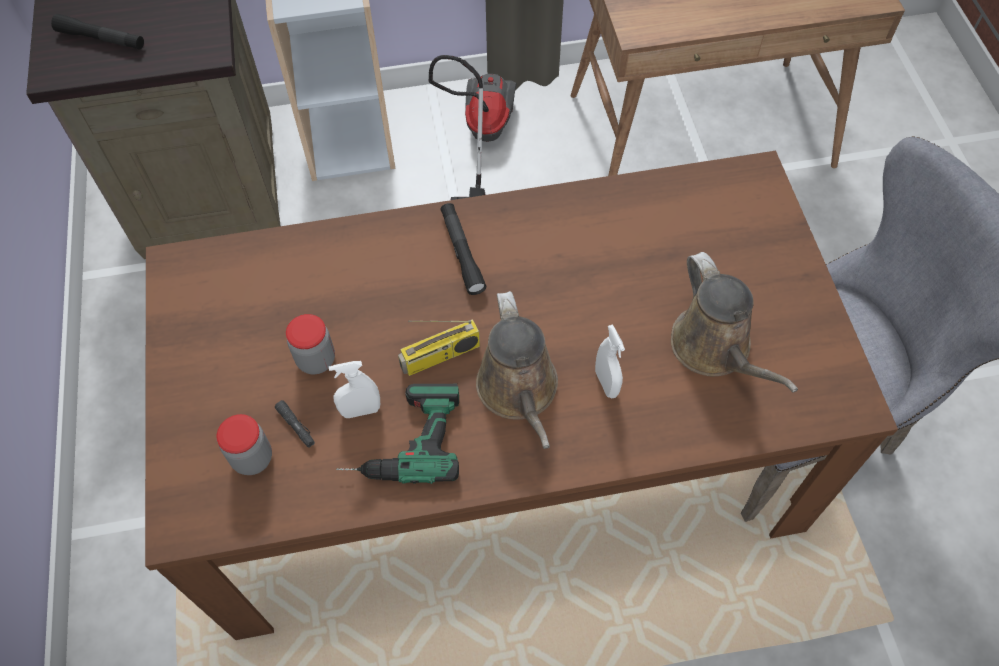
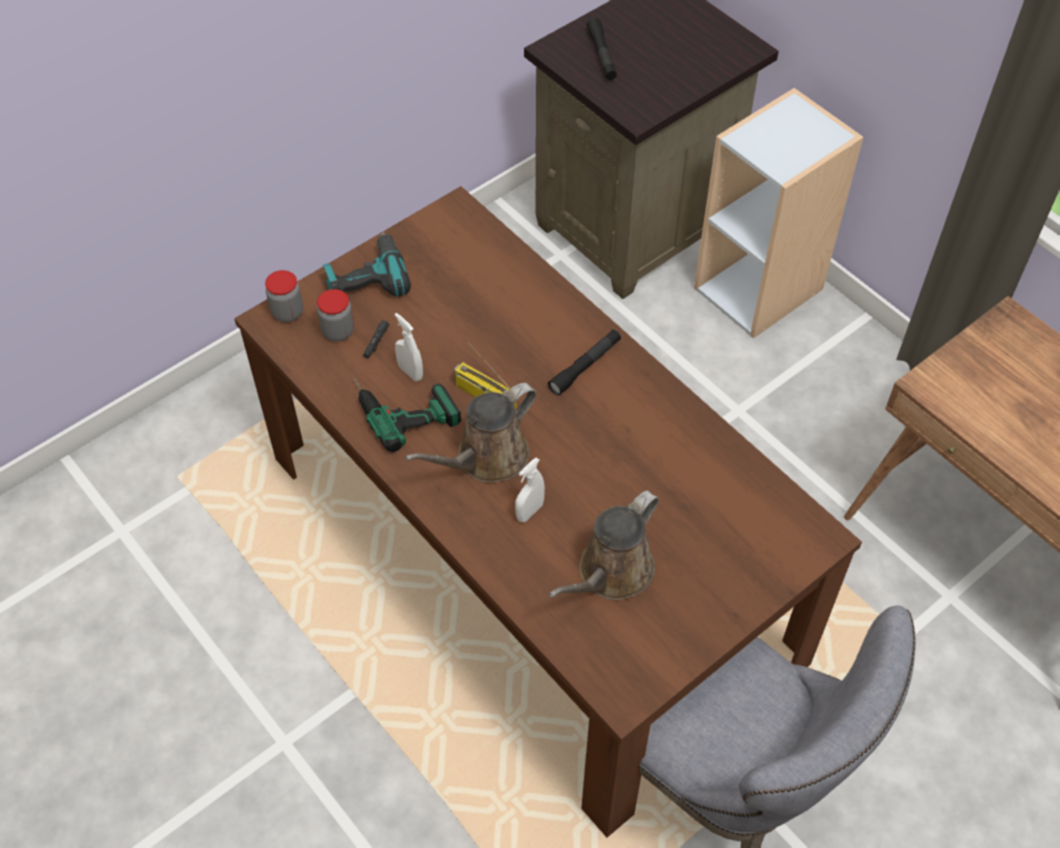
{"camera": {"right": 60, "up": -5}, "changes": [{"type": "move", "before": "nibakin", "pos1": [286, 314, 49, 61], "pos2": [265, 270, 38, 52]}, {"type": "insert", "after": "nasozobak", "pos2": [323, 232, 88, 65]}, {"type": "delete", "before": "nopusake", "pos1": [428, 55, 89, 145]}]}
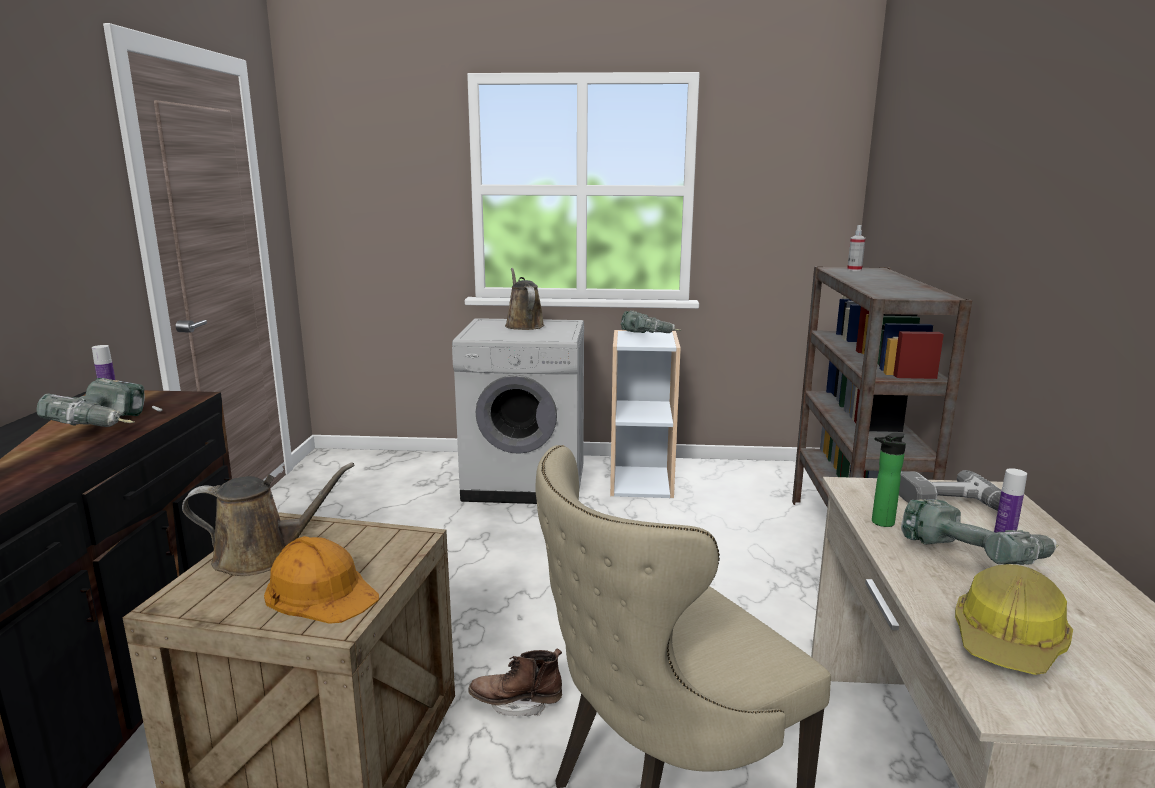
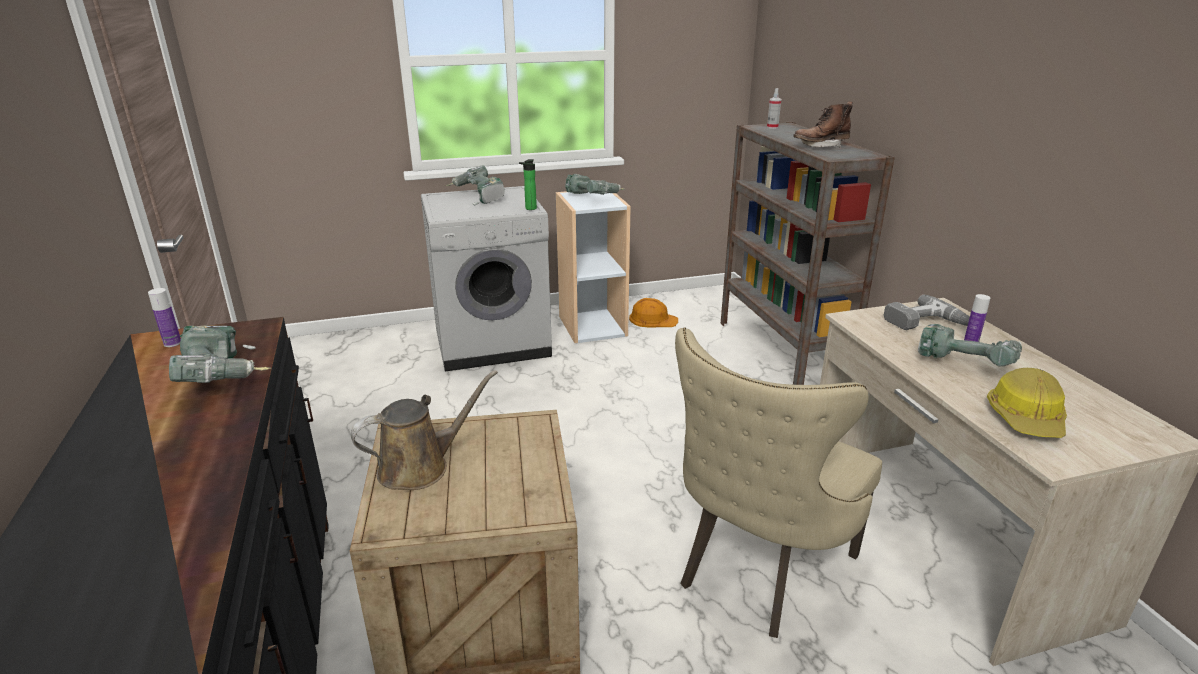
{"camera": {"right": -20, "up": 10}, "changes": [{"type": "replace", "before": "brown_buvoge", "after": "nasozobak", "pos1": [505, 268, 40, 62], "pos2": [446, 165, 59, 40]}, {"type": "move", "before": "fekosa", "pos1": [872, 433, 34, 94], "pos2": [519, 159, 18, 51]}, {"type": "move", "before": "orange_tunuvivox", "pos1": [264, 536, 115, 88], "pos2": [629, 298, 49, 30]}, {"type": "move", "before": "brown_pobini", "pos1": [469, 649, 93, 67], "pos2": [793, 102, 60, 46]}]}
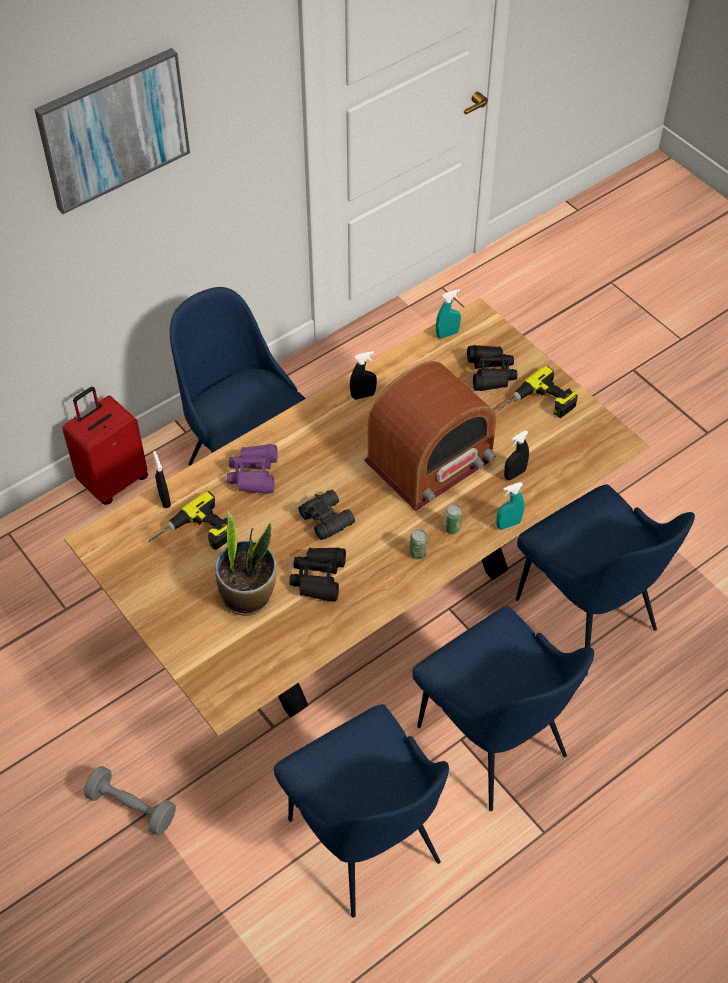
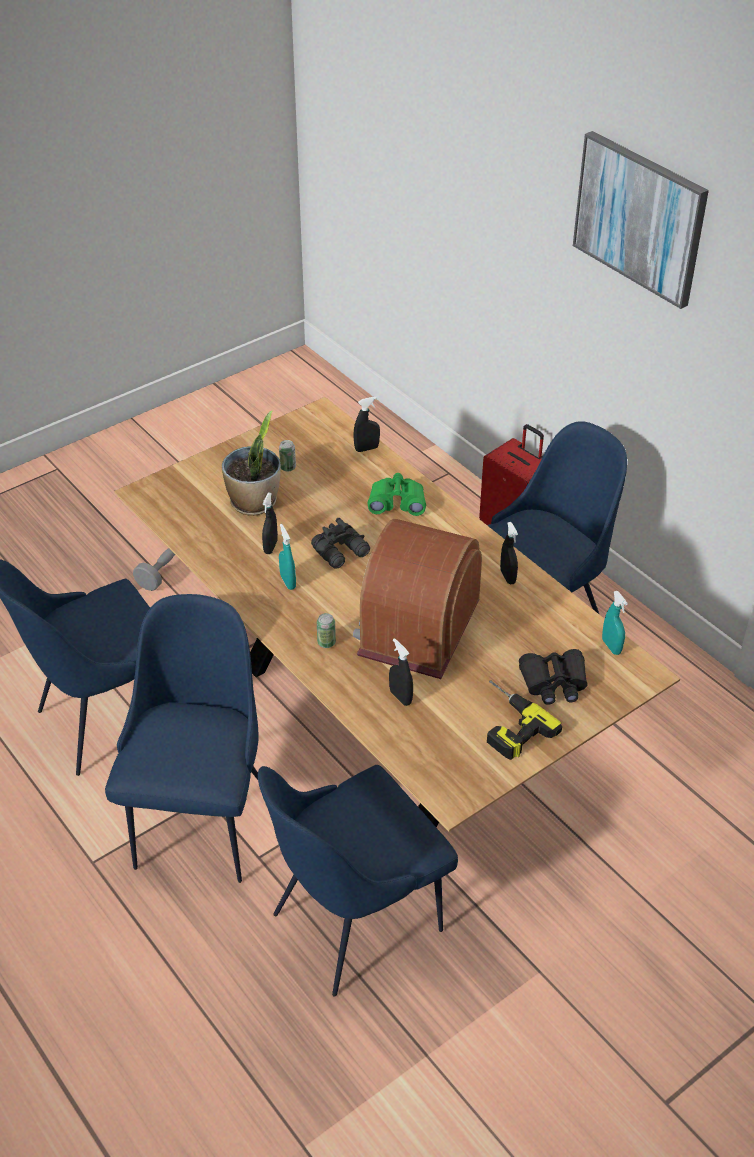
{"camera": {"right": 90, "up": -10}, "changes": [{"type": "rotate", "before": "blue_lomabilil", "pos1": [412, 606, 182, 205], "pos2": [105, 594, 153, 289], "turn": 135}, {"type": "replace", "before": "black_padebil", "after": "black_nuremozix", "pos1": [289, 547, 57, 55], "pos2": [262, 492, 16, 62]}, {"type": "move", "before": "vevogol", "pos1": [410, 529, 18, 31], "pos2": [279, 440, 17, 32]}, {"type": "move", "before": "turquoise_nuremozix", "pos1": [496, 482, 28, 48], "pos2": [279, 524, 17, 66]}, {"type": "rotate", "before": "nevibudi", "pos1": [364, 361, 132, 150], "pos2": [353, 519, 129, 160], "turn": 60}, {"type": "recolor", "before": "purple_padebil", "after": "green_padebil", "pos1": [227, 444, 51, 50], "pos2": [367, 473, 59, 43]}, {"type": "delete", "before": "nasozobak", "pos1": [148, 492, 80, 58]}]}
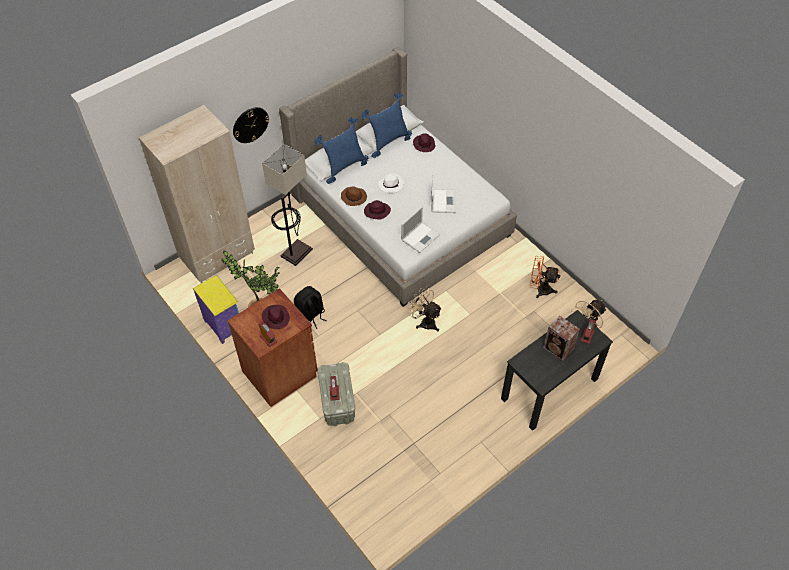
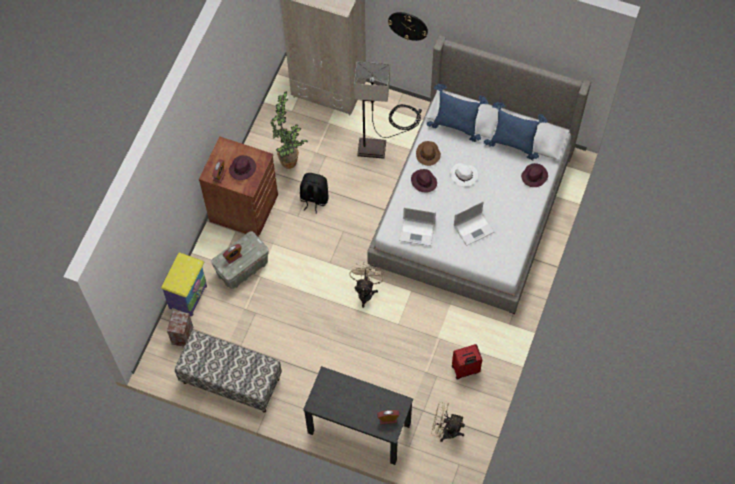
{"camera": {"right": 60, "up": 10}, "changes": [{"type": "move", "before": "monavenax", "pos1": [193, 275, 46, 69], "pos2": [161, 252, 46, 64]}, {"type": "move", "before": "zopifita", "pos1": [543, 315, 37, 46], "pos2": [167, 311, 26, 35]}, {"type": "insert", "after": "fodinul", "pos2": [175, 331, 107, 82]}, {"type": "replace", "before": "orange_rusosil", "after": "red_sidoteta", "pos1": [530, 256, 30, 42], "pos2": [452, 344, 30, 35]}]}
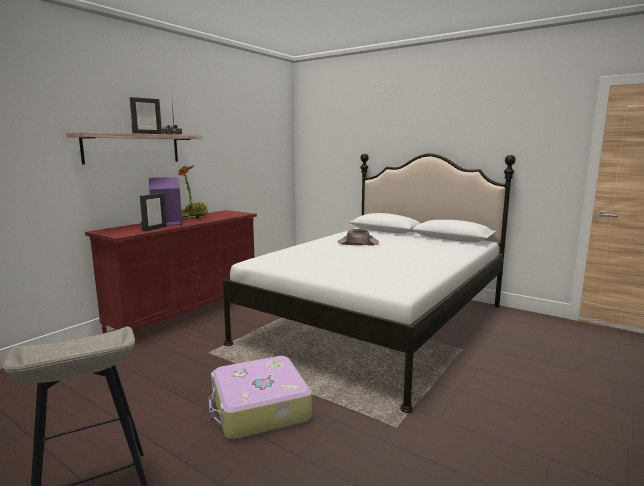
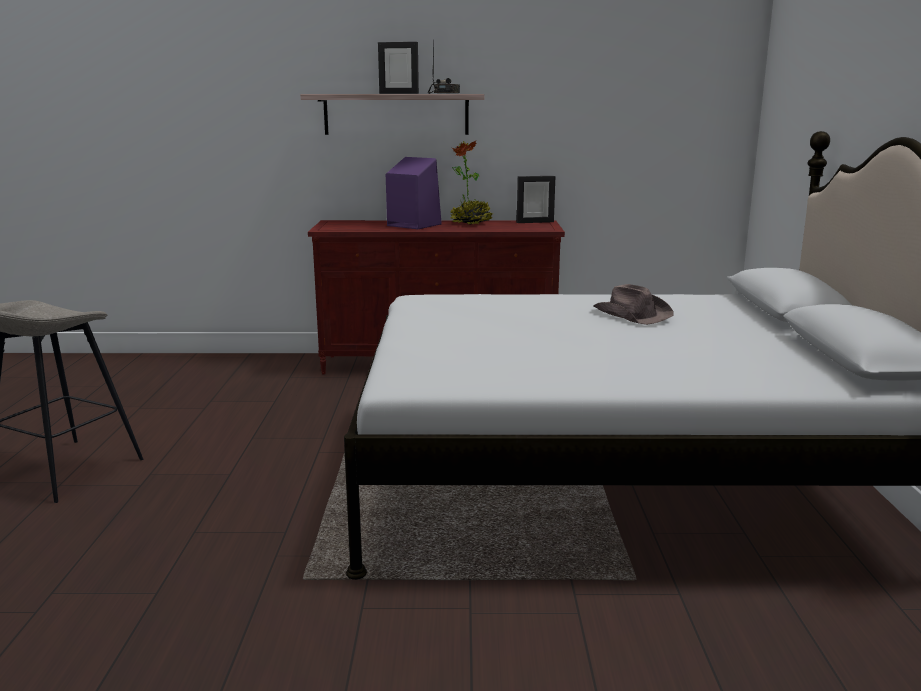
{"camera": {"right": 55, "up": 5}, "changes": [{"type": "move", "before": "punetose", "pos1": [140, 193, 27, 38], "pos2": [516, 176, 39, 47]}, {"type": "delete", "before": "sidoteta", "pos1": [209, 356, 103, 83]}]}
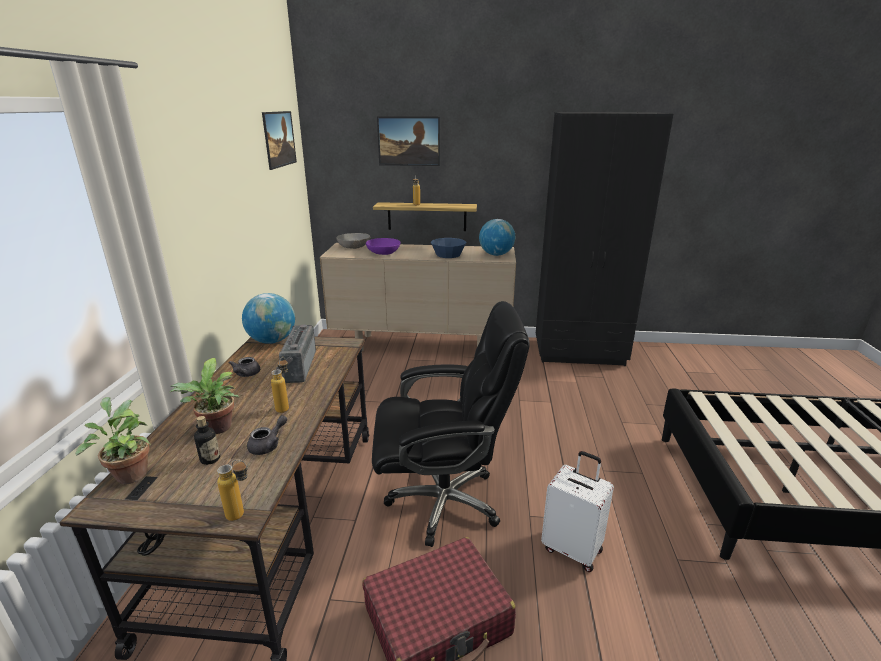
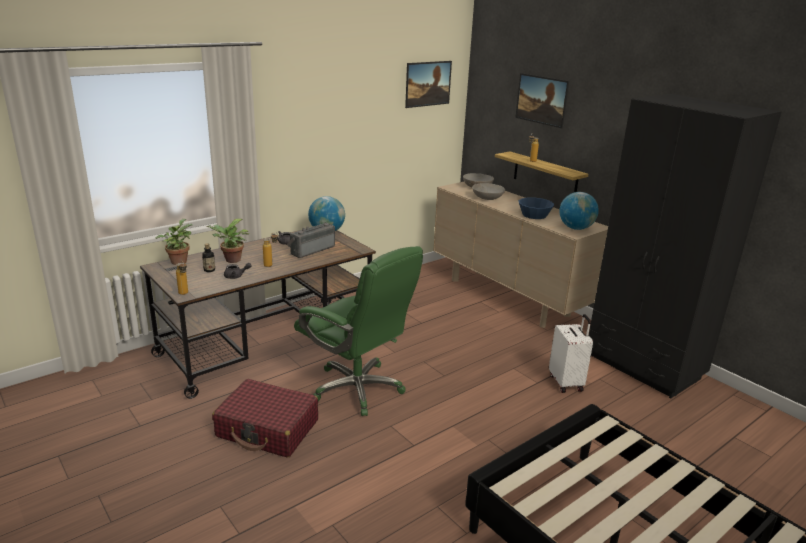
{"camera": {"right": 45, "up": 0}, "changes": [{"type": "recolor", "before": "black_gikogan", "after": "green_gikogan", "pos1": [372, 301, 158, 246], "pos2": [294, 246, 129, 170]}, {"type": "recolor", "before": "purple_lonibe", "after": "grey_lonibe", "pos1": [366, 238, 35, 17], "pos2": [472, 183, 33, 17]}, {"type": "move", "before": "white_sidoteta", "pos1": [541, 451, 73, 121], "pos2": [549, 314, 44, 79]}]}
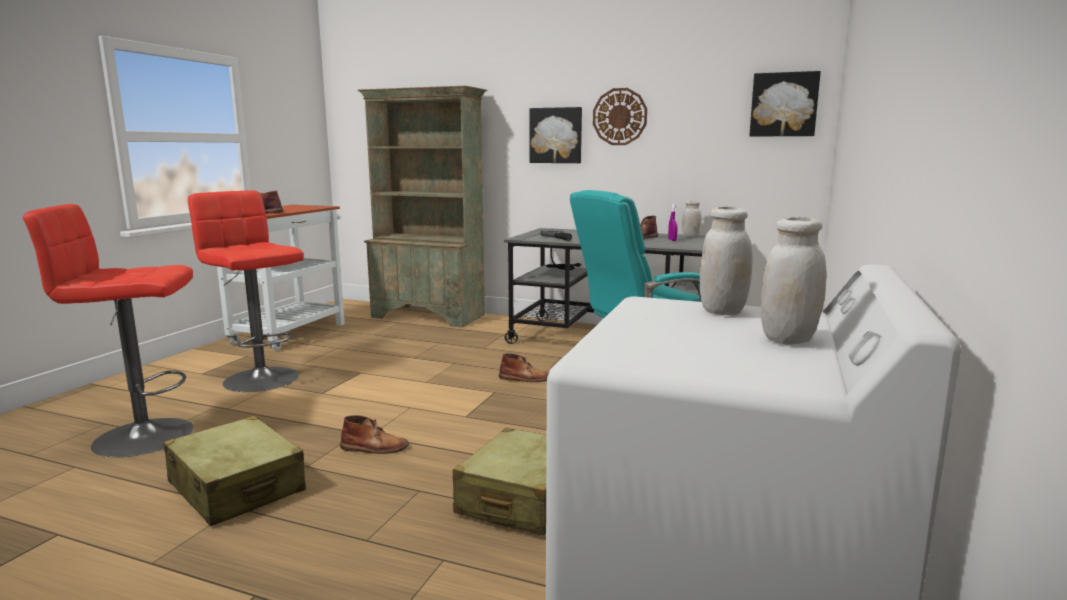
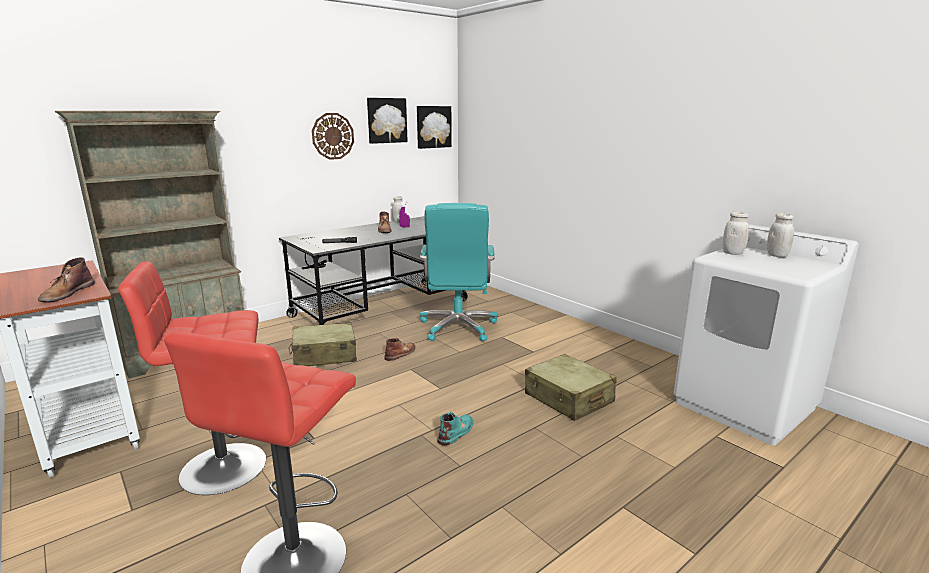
{"camera": {"right": -60, "up": 5}, "changes": [{"type": "move", "before": "beige_sidoteta", "pos1": [163, 416, 143, 110], "pos2": [289, 322, 68, 44]}, {"type": "move", "before": "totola", "pos1": [529, 107, 53, 56], "pos2": [367, 98, 41, 46]}, {"type": "recolor", "before": "brown_pobini", "after": "turquoise_pobini", "pos1": [340, 415, 69, 39], "pos2": [438, 412, 35, 34]}]}
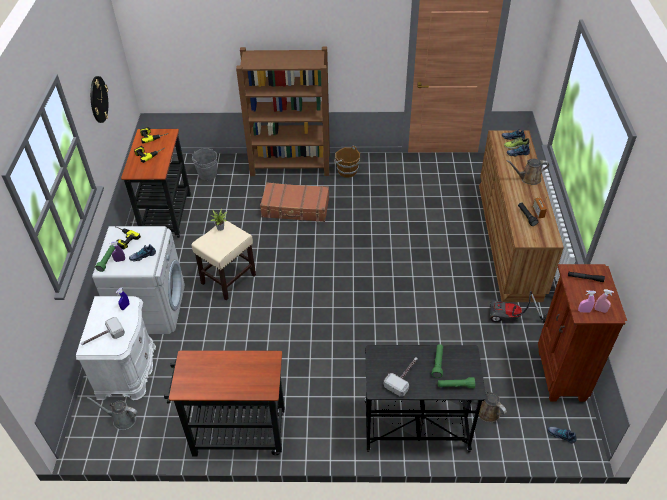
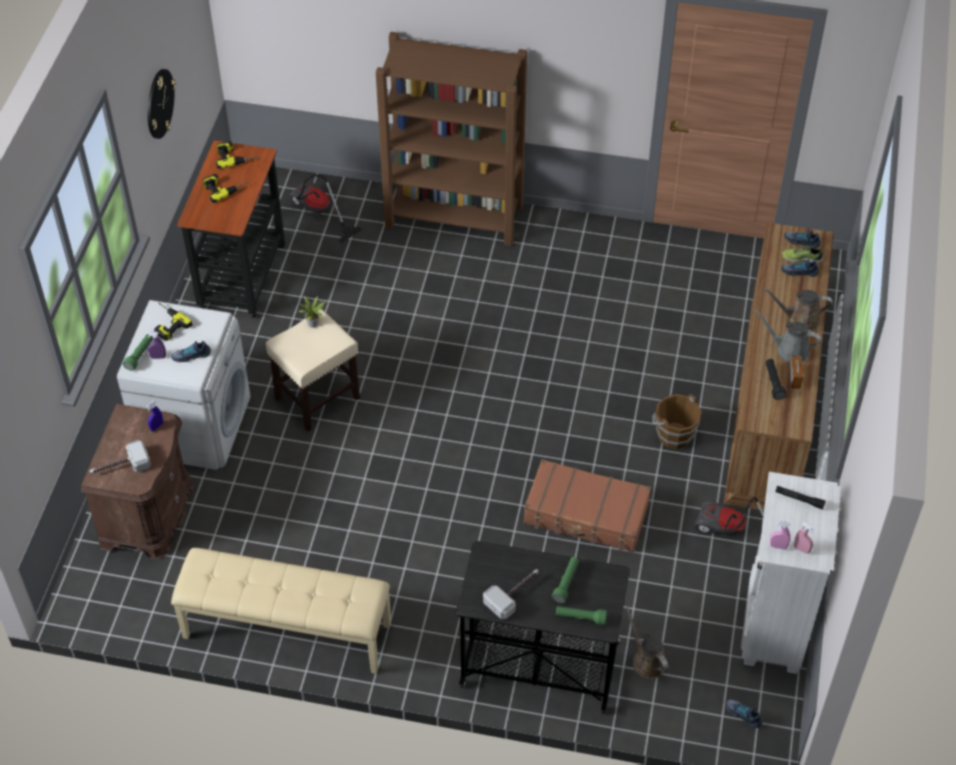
{"camera": {"right": 10, "up": 5}, "changes": [{"type": "recolor", "before": "white_monavenax", "after": "brown_monavenax", "pos1": [76, 296, 80, 104], "pos2": [81, 404, 113, 155]}, {"type": "replace", "before": "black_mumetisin", "after": "beige_fodinul", "pos1": [164, 350, 121, 106], "pos2": [171, 548, 220, 126]}, {"type": "replace", "before": "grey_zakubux", "after": "nopusake", "pos1": [192, 148, 25, 33], "pos2": [290, 174, 72, 69]}, {"type": "move", "before": "brown_sidoteta", "pos1": [260, 182, 69, 40], "pos2": [524, 459, 127, 93]}, {"type": "move", "before": "brown_zakubux", "pos1": [334, 145, 26, 33], "pos2": [652, 394, 50, 55]}, {"type": "recolor", "before": "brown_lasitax", "after": "white_lasitax", "pos1": [538, 264, 89, 138], "pos2": [741, 472, 100, 202]}, {"type": "move", "before": "grey_buvoge", "pos1": [87, 397, 51, 33], "pos2": [754, 309, 68, 54]}]}
